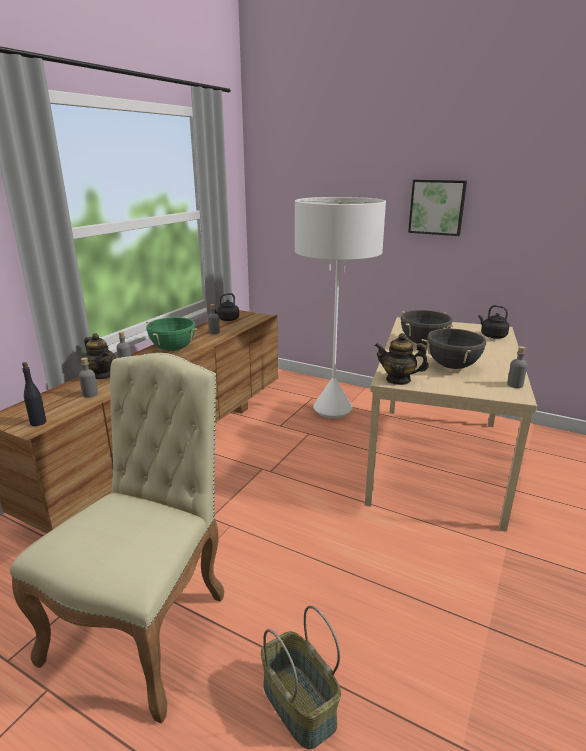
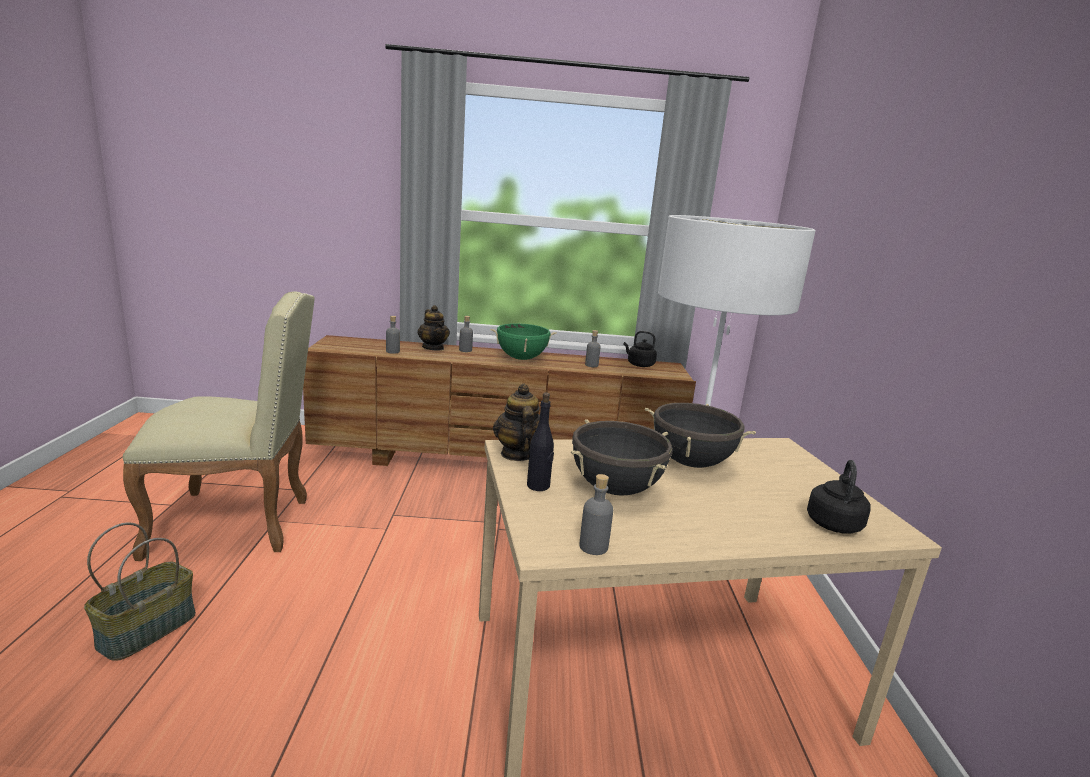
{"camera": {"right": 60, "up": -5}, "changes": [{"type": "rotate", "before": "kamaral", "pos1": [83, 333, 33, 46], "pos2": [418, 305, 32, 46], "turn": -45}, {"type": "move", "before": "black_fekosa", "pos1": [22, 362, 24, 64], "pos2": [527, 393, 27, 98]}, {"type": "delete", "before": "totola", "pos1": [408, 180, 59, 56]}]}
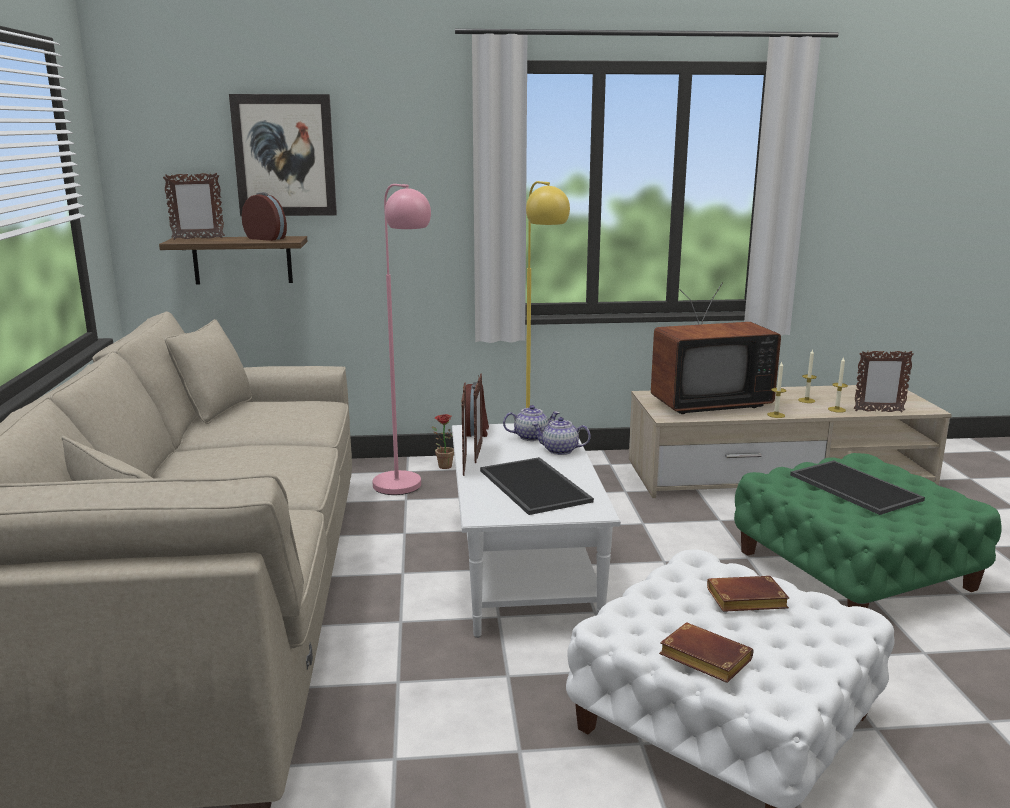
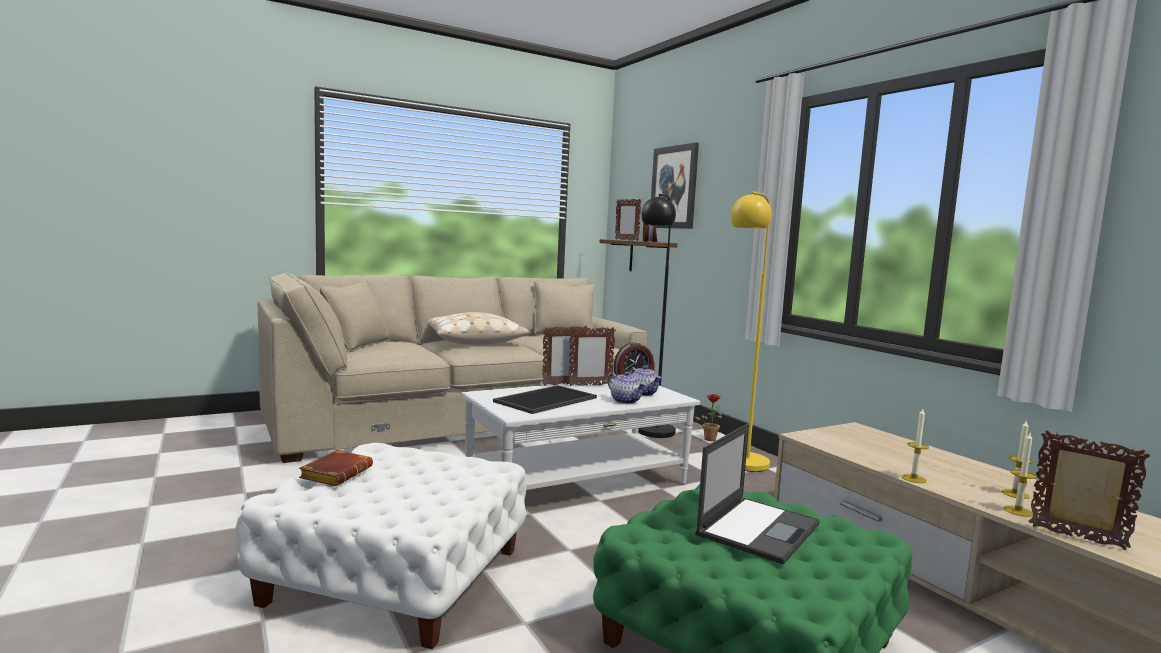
{"camera": {"right": 65, "up": -10}, "changes": [{"type": "insert", "after": "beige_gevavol", "pos2": [427, 312, 102, 33]}, {"type": "rotate", "before": "kamaral", "pos1": [531, 417, 60, 38], "pos2": [608, 372, 38, 32], "turn": 150}, {"type": "recolor", "before": "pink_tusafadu", "after": "black_tusafadu", "pos1": [373, 184, 58, 311], "pos2": [638, 194, 38, 244]}, {"type": "replace", "before": "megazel", "after": "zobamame", "pos1": [790, 460, 135, 55], "pos2": [695, 424, 125, 141]}, {"type": "rotate", "before": "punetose", "pos1": [854, 350, 60, 62], "pos2": [1029, 430, 121, 120], "turn": 150}, {"type": "delete", "before": "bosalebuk", "pos1": [651, 283, 130, 131]}, {"type": "delete", "before": "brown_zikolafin", "pos1": [707, 576, 82, 36]}]}
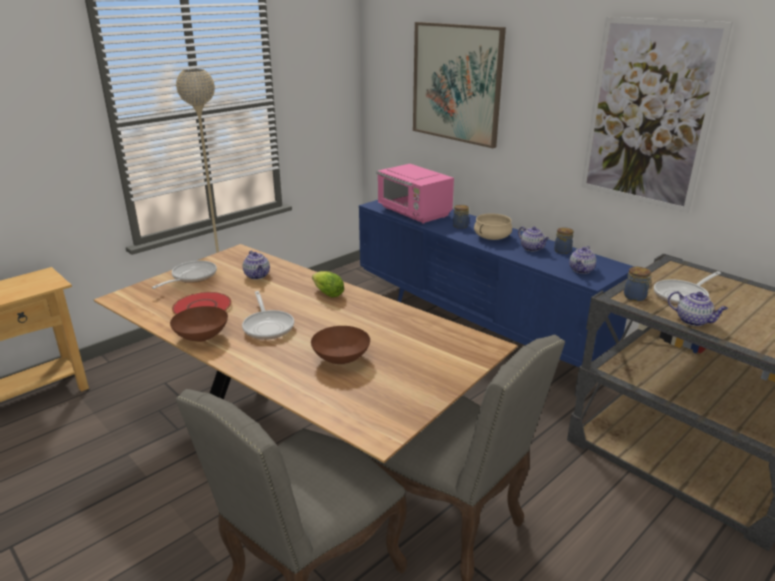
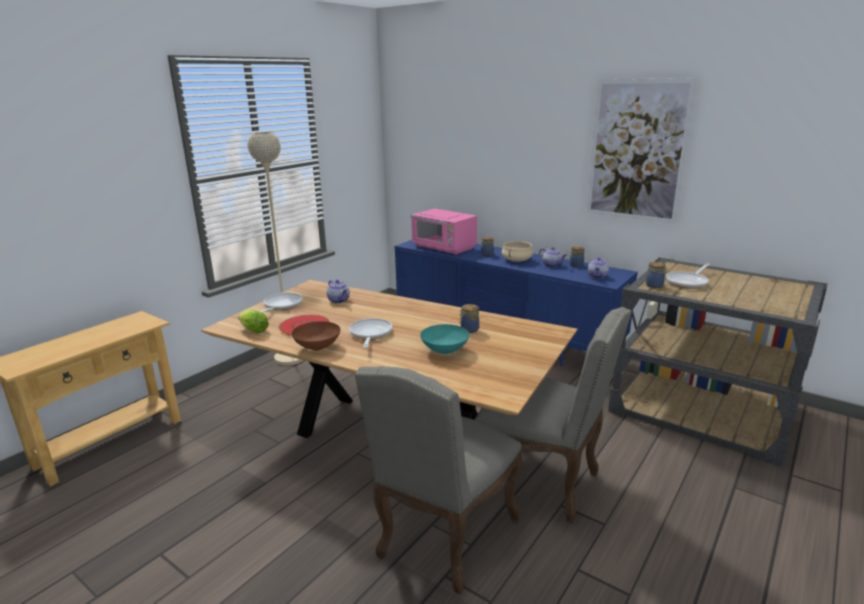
{"camera": {"right": -10, "up": -5}, "changes": [{"type": "move", "before": "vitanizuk", "pos1": [312, 271, 32, 26], "pos2": [238, 310, 31, 23]}, {"type": "rotate", "before": "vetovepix", "pos1": [242, 291, 52, 49], "pos2": [349, 318, 43, 30], "turn": -150}, {"type": "recolor", "before": "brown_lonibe", "after": "turquoise_lonibe", "pos1": [311, 326, 59, 38], "pos2": [420, 324, 50, 30]}, {"type": "insert", "after": "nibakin", "pos2": [459, 304, 20, 29]}, {"type": "delete", "before": "totola", "pos1": [413, 22, 93, 126]}, {"type": "delete", "before": "kamaral", "pos1": [668, 291, 60, 35]}]}
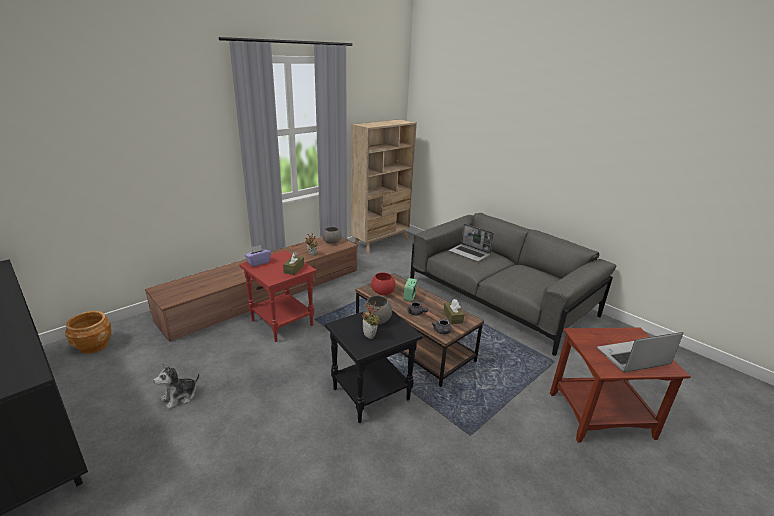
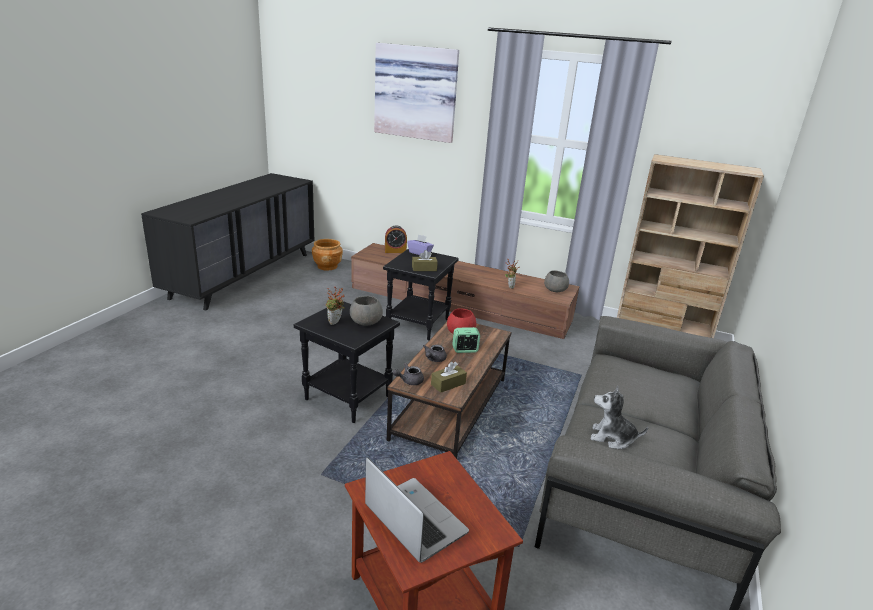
{"camera": {"right": 65, "up": 0}, "changes": [{"type": "insert", "after": "totola", "pos2": [374, 43, 85, 100]}, {"type": "recolor", "before": "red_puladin", "after": "black_puladin", "pos1": [239, 251, 78, 91], "pos2": [383, 249, 76, 91]}, {"type": "insert", "after": "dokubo", "pos2": [385, 225, 22, 28]}, {"type": "move", "before": "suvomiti", "pos1": [153, 363, 47, 46], "pos2": [591, 386, 57, 63]}, {"type": "delete", "before": "zobamame", "pos1": [449, 223, 45, 39]}]}
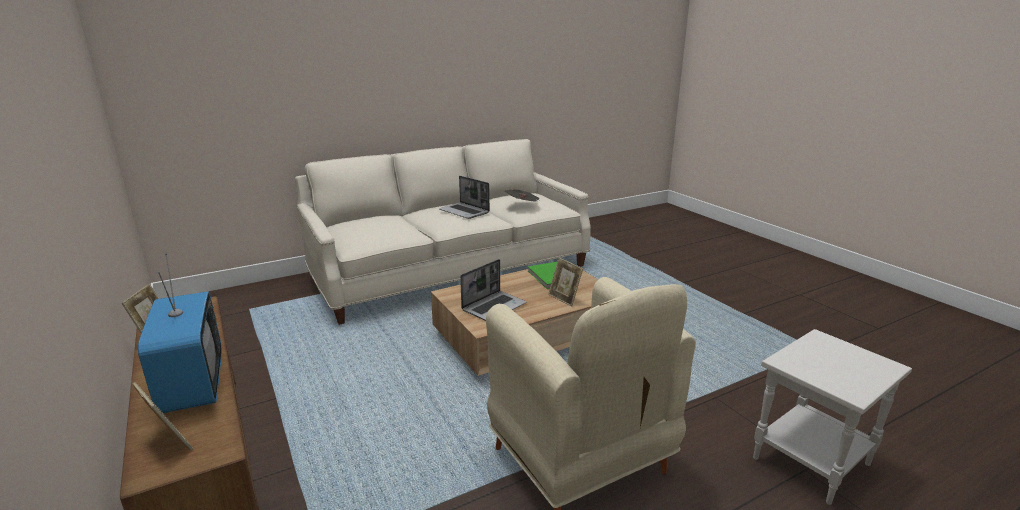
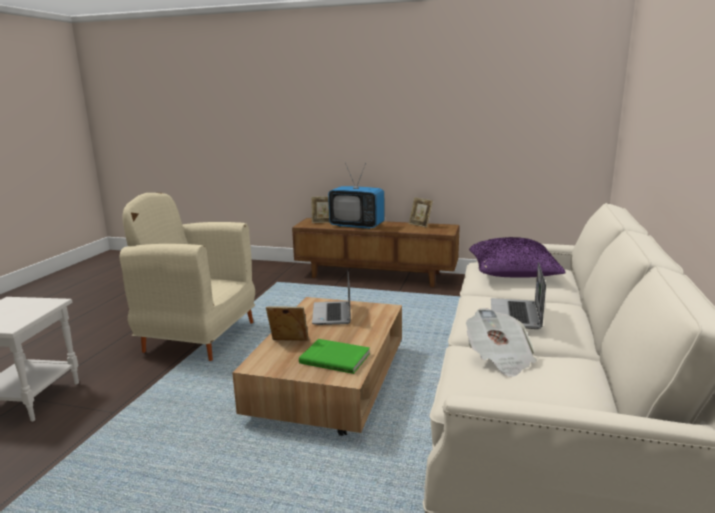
{"camera": {"right": 135, "up": -5}, "changes": [{"type": "insert", "after": "purple_gevavol", "pos2": [469, 237, 97, 40]}, {"type": "rotate", "before": "zobamame", "pos1": [439, 176, 51, 43], "pos2": [491, 262, 55, 67], "turn": -75}]}
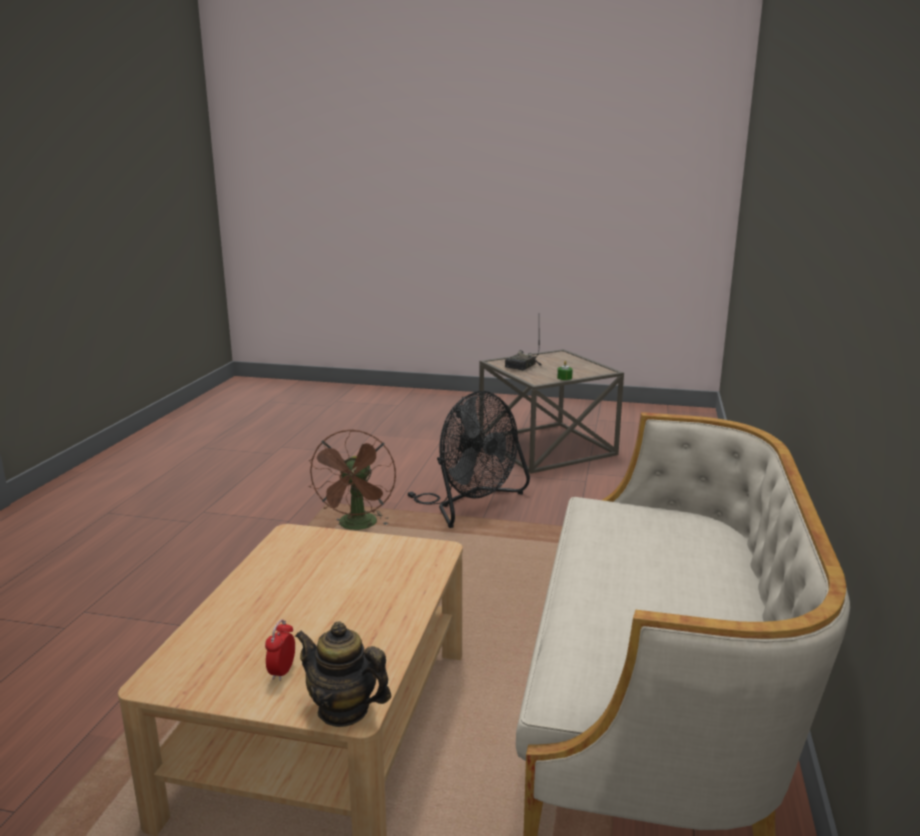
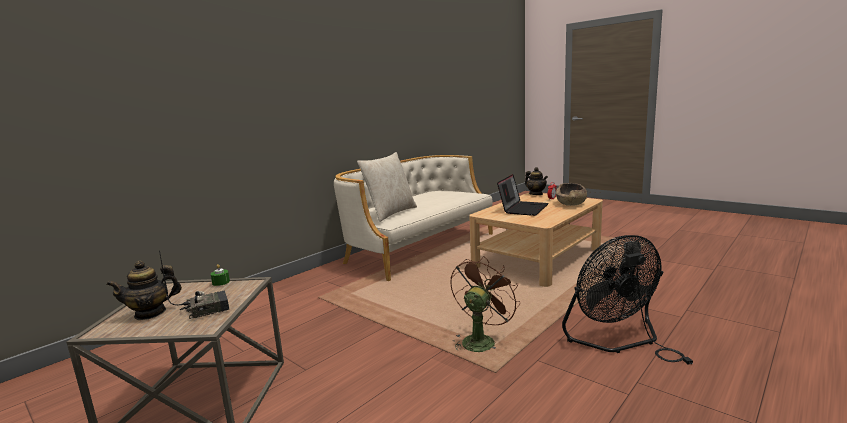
{"camera": {"right": -150, "up": -5}, "changes": [{"type": "insert", "after": "kamaral", "pos2": [106, 261, 76, 59]}, {"type": "insert", "after": "beige_gevavol", "pos2": [357, 152, 60, 70]}, {"type": "insert", "after": "zobamame", "pos2": [497, 174, 52, 42]}, {"type": "insert", "after": "brown_lonibe", "pos2": [556, 183, 31, 23]}, {"type": "move", "before": "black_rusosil", "pos1": [408, 391, 122, 137], "pos2": [562, 235, 131, 129]}]}
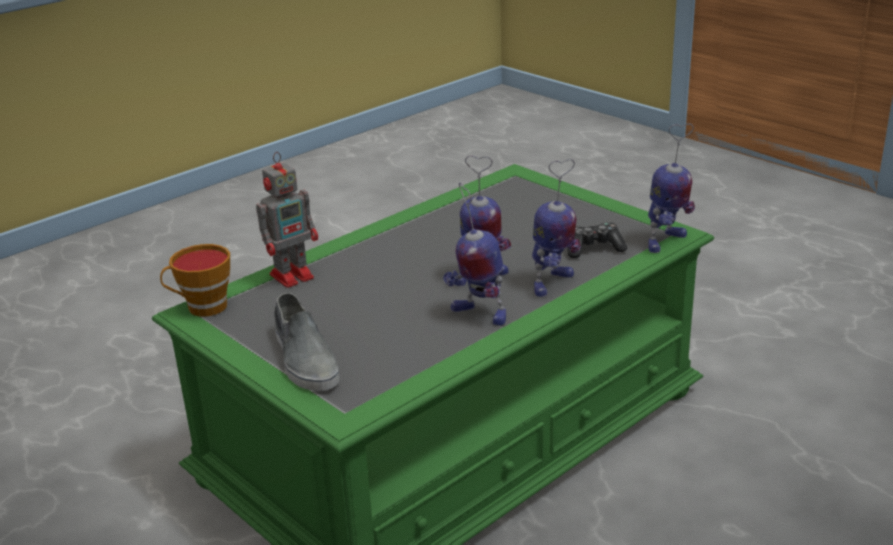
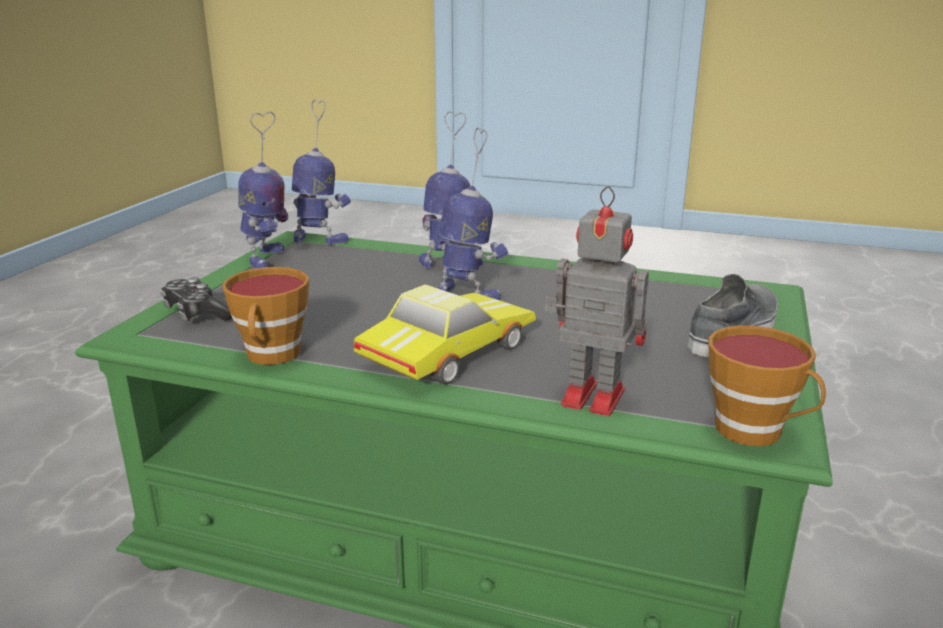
{"camera": {"right": -120, "up": -5}, "changes": [{"type": "move", "before": "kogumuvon", "pos1": [568, 222, 59, 36], "pos2": [160, 277, 72, 45]}, {"type": "insert", "after": "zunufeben", "pos2": [222, 267, 87, 98]}, {"type": "move", "before": "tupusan", "pos1": [443, 182, 63, 144], "pos2": [238, 112, 50, 157]}, {"type": "insert", "after": "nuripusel", "pos2": [354, 284, 182, 101]}]}
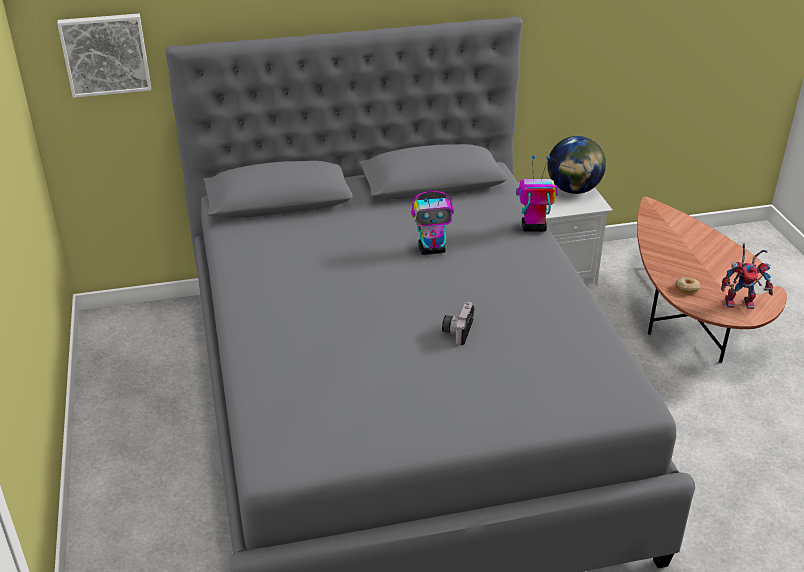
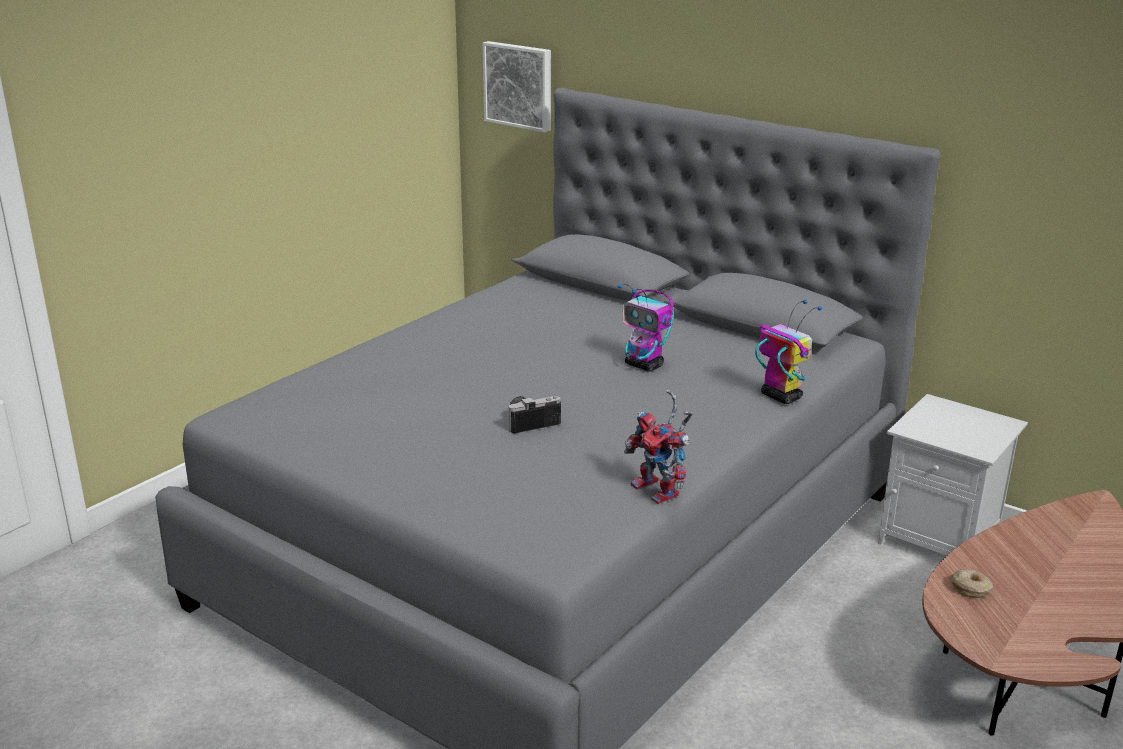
{"camera": {"right": 50, "up": -10}, "changes": [{"type": "move", "before": "tupusan", "pos1": [721, 243, 52, 66], "pos2": [624, 389, 68, 115]}, {"type": "delete", "before": "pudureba", "pos1": [547, 136, 59, 58]}]}
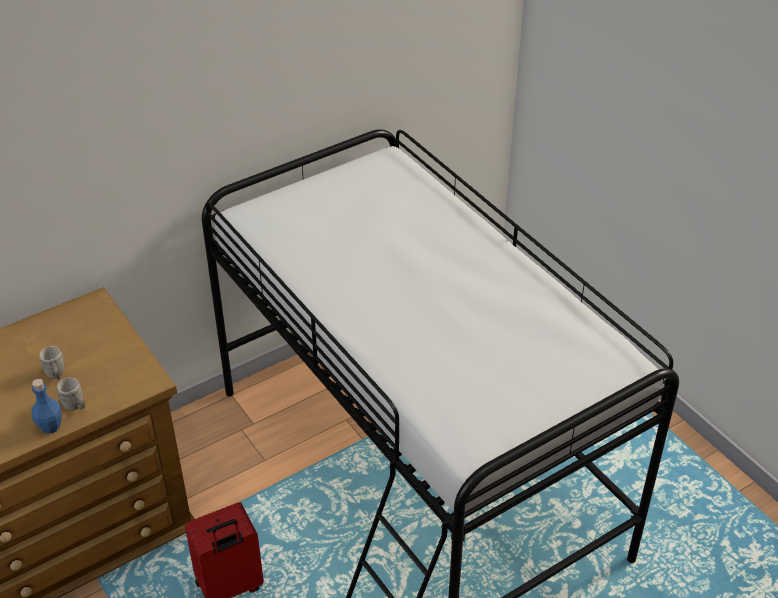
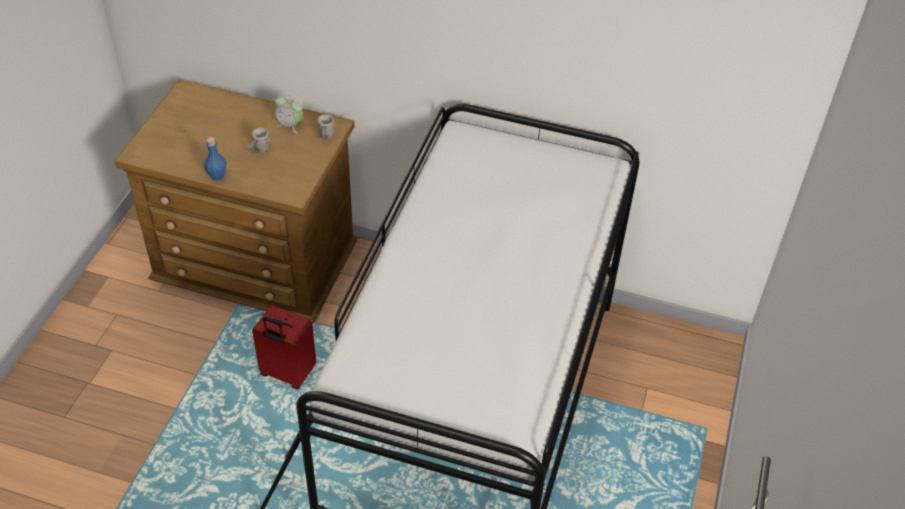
{"camera": {"right": 50, "up": 5}, "changes": [{"type": "insert", "after": "dokubo", "pos2": [275, 95, 28, 38]}, {"type": "move", "before": "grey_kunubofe", "pos1": [57, 377, 28, 33], "pos2": [318, 114, 17, 26]}]}
